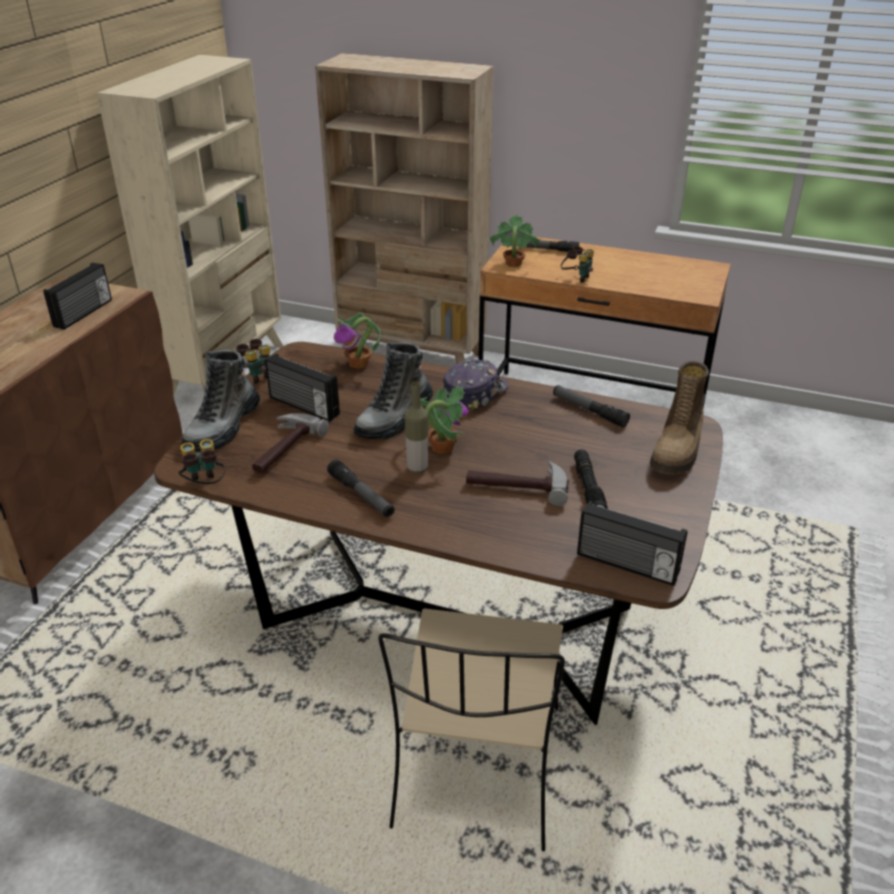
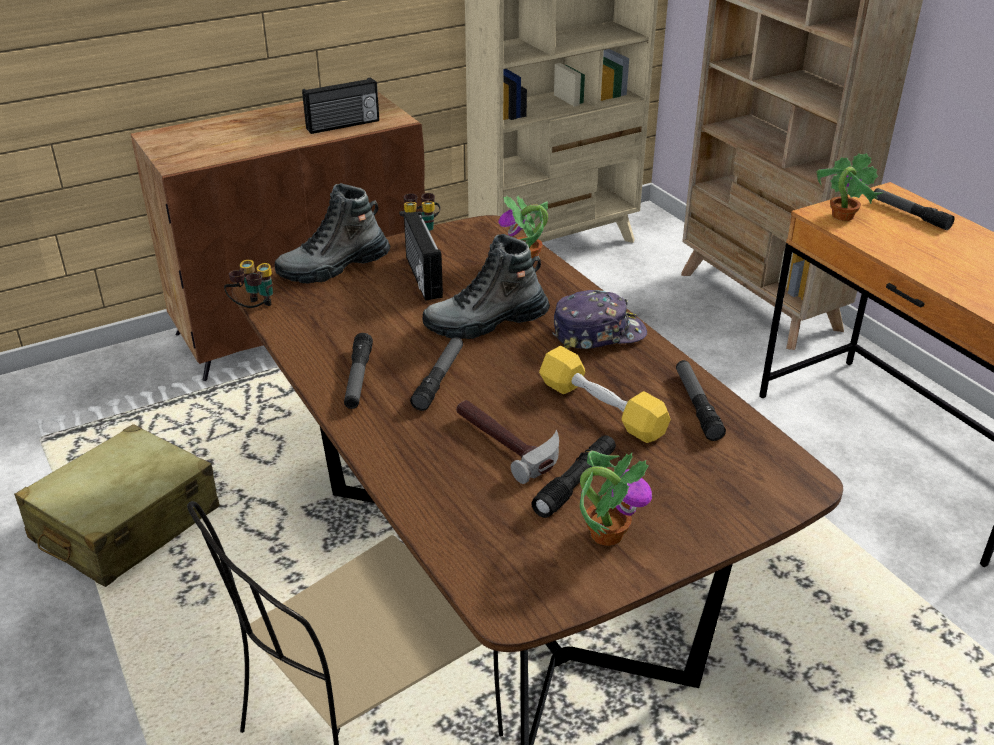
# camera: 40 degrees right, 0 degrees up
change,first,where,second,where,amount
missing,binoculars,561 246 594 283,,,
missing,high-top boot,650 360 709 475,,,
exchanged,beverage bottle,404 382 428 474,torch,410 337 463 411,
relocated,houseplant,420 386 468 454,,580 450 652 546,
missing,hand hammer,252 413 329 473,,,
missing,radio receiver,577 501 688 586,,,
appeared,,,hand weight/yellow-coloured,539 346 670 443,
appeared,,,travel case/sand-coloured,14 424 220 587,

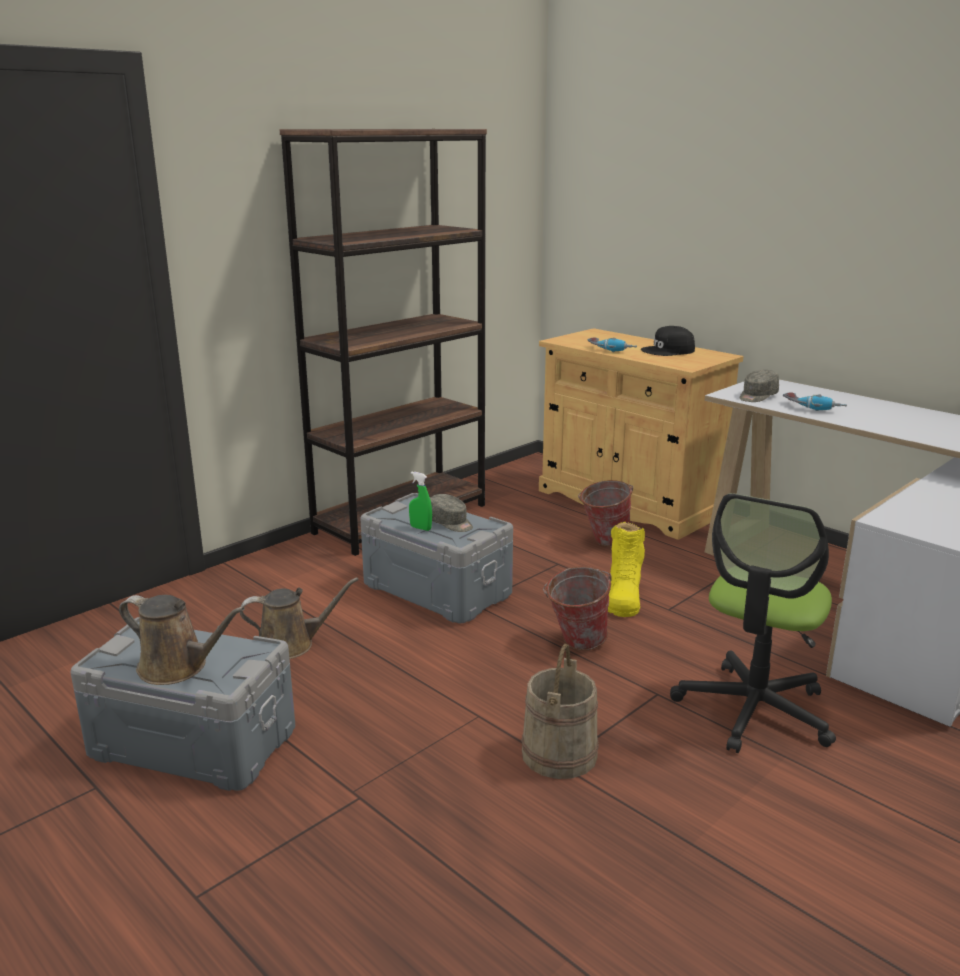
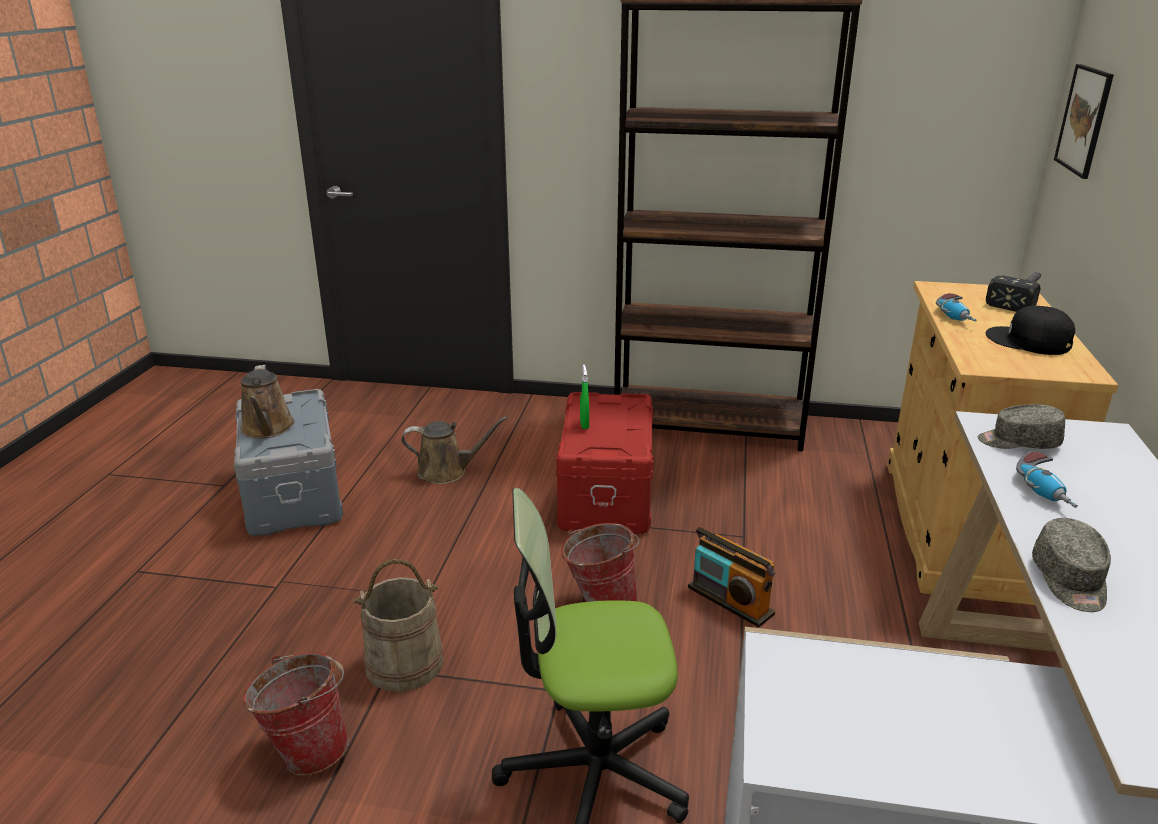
# camera: 55 degrees right, 5 degrees up
change,first,where,second,where,amount
relocated,water bucket,578 480 633 547,,242 652 349 776,
colour,storage box/greyish,360 493 513 623,storage box/reddish,556 392 653 535,
relocated,baseball cap/greyish,430 494 473 532,,1032 518 1111 612,
exchanged,high-top boot/yellow-coloured,608 522 645 617,radio receiver,688 527 775 627,
spun,watering pot/brown,240 577 358 659,,401 417 508 484,45 degrees counterclockwise
appeared,,,picture,1054 64 1114 179,
appeared,,,hand hammer,986 272 1041 312,

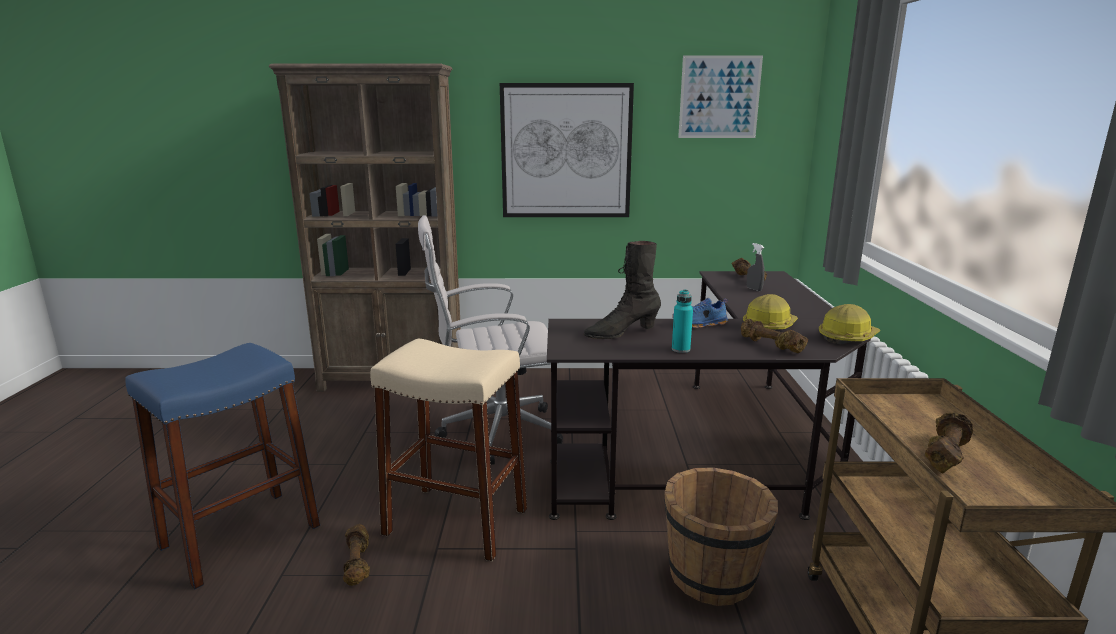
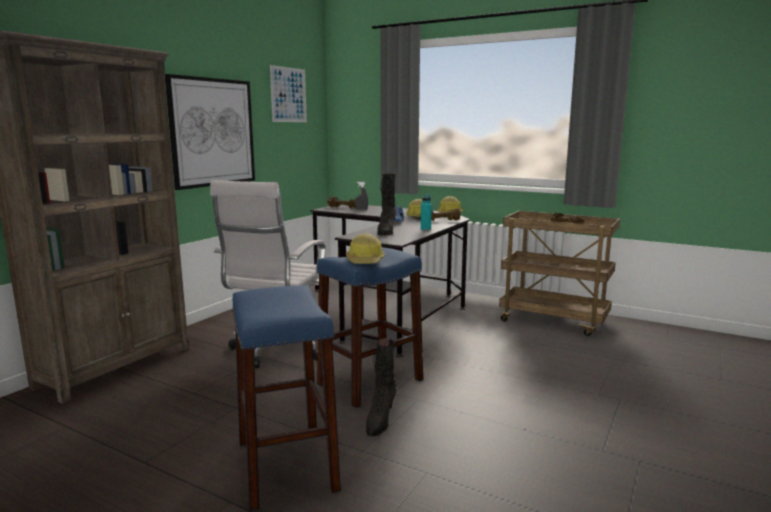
# camera: 60 degrees left, 5 degrees down
change,first,where,second,where,amount
colour,stool/sand-coloured,370 339 527 562,stool/blue-coloured,317 247 423 408,
missing,water bucket/brown,664 467 778 606,,,
exchanged,hand weight/brown,343 524 370 586,high-top boot/black,366 338 397 436,
appeared,,,safety helmet,346 233 385 264,

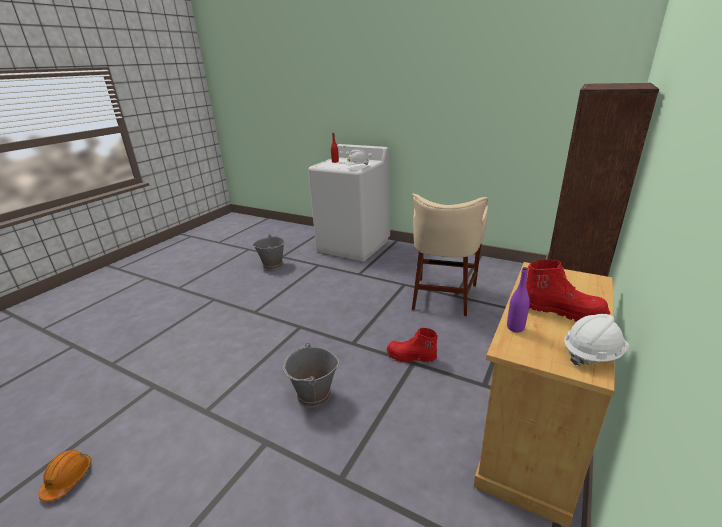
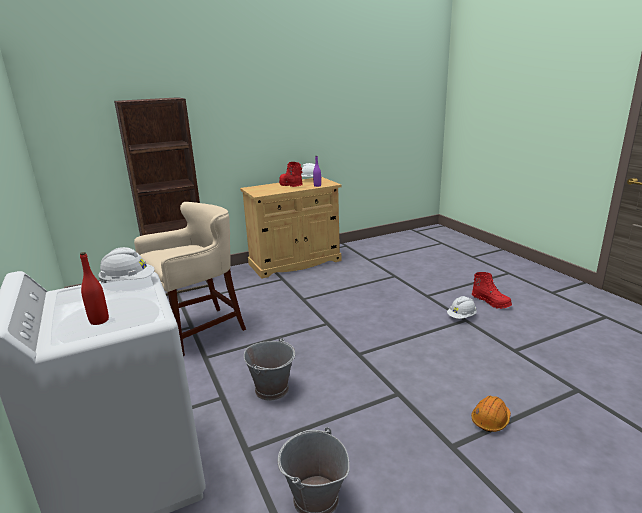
# camera: 145 degrees left, 5 degrees down
change,first,where,second,where,amount
relocated,high-top boot/reddish,387 328 438 362,,472 272 512 309,
relocated,water bucket/greyish,283 343 339 407,,244 337 295 400,
relocated,safety helmet/orangey,38 450 91 501,,471 396 511 432,
appeared,,,safety helmet/white-coloured,447 296 477 319,

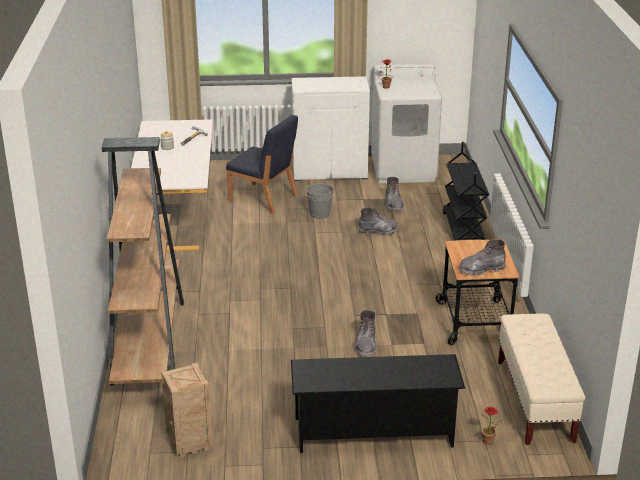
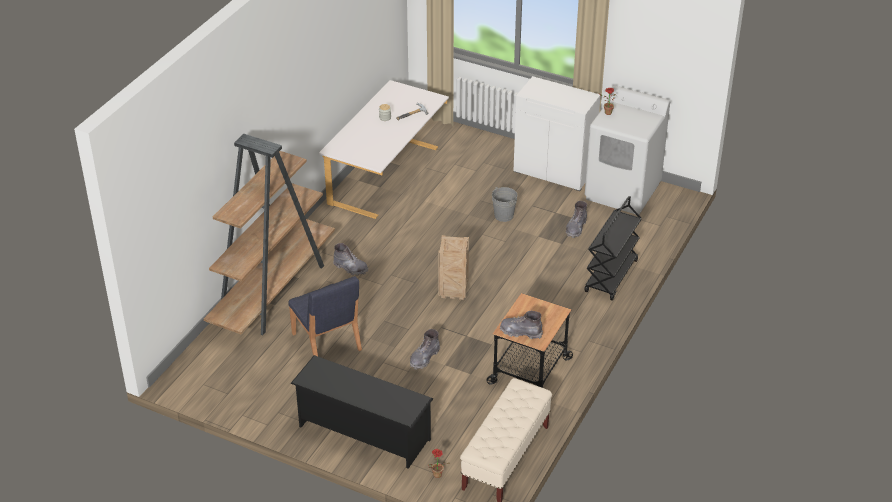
# camera: 30 degrees right, 10 degrees up
change,first,where,second,where,amount
relocated,plain chair/blue-coloured,226 115 298 214,,288 276 362 356,
relocated,high-top boot/greyish,358 208 398 236,,333 243 368 276,
relocated,shipping crate,161 362 213 458,,438 235 469 300,

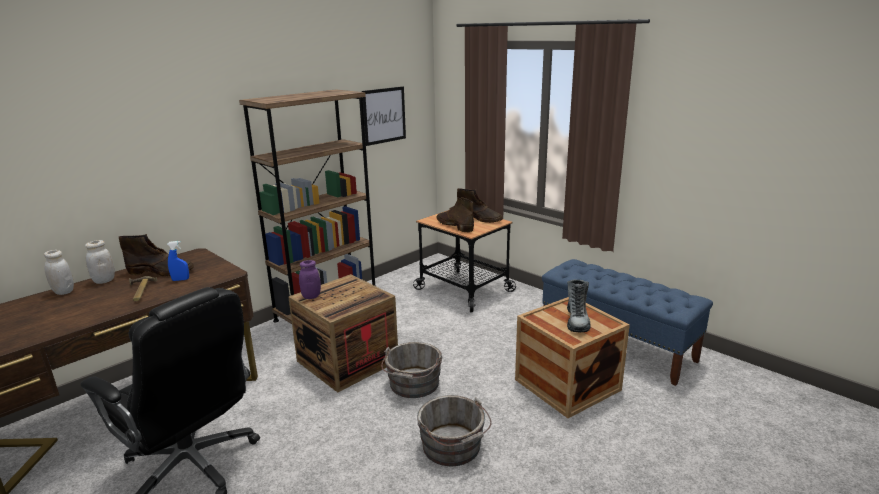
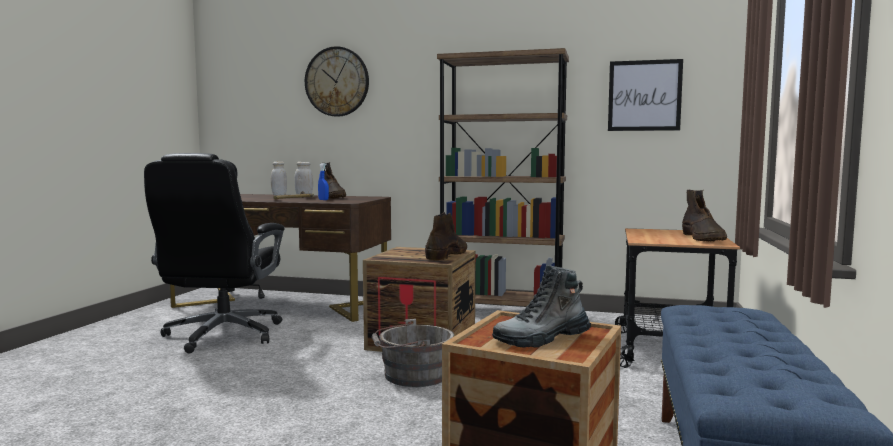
# camera: 60 degrees right, 15 degrees down
change,first,where,second,where,amount
relocated,high-top boot/brown,436 197 474 233,,425 212 467 260,
missing,preserve jar/purple,299 260 321 299,,,
missing,water bucket/greyish,417 395 492 466,,,
appeared,,,wall clock,305 46 369 117,

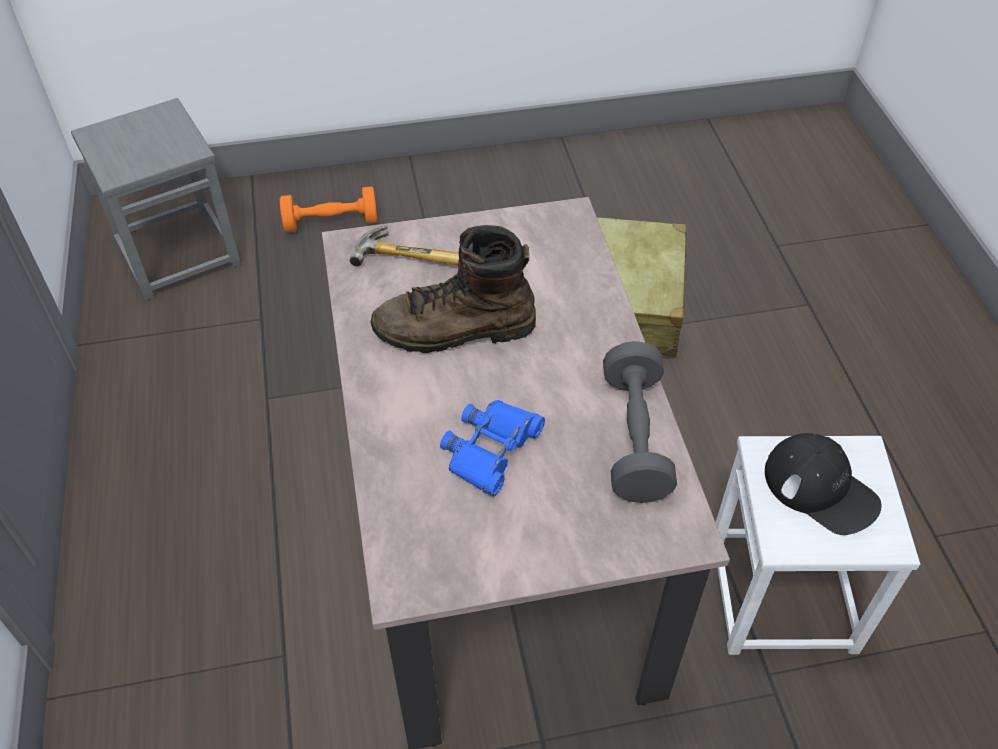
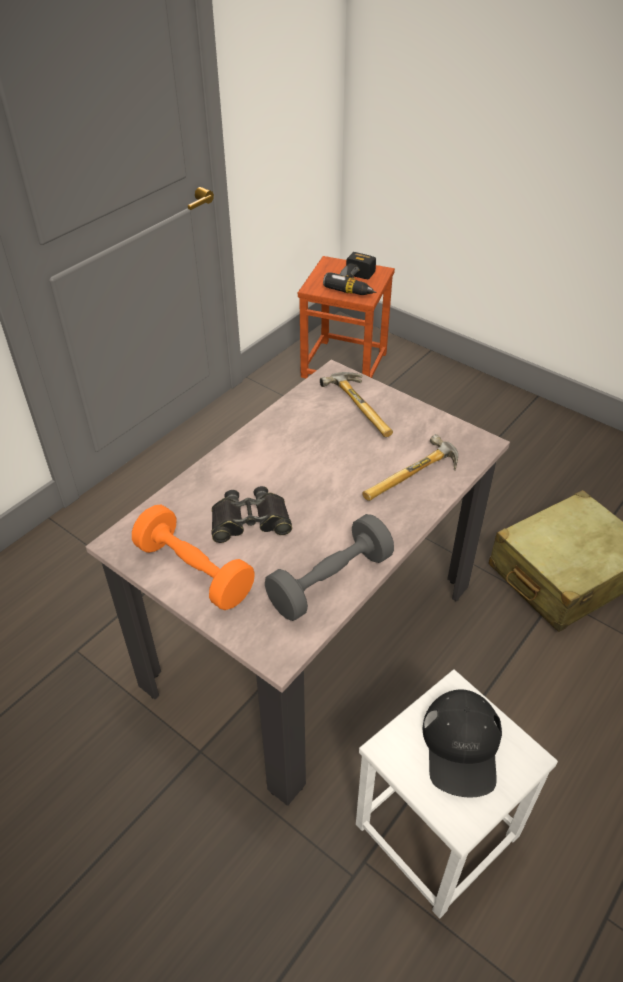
# camera: 50 degrees right, 5 degrees down
change,first,where,second,where,amount
colour,stool/greyish,71 98 241 300,stool/brown,298 256 395 378,
relocated,hand weight/orangey,280 186 377 232,,132 505 255 610,
missing,high-top boot/brown,371 225 536 353,,,
colour,binoculars/blue-coloured,440 400 545 497,binoculars/black,211 486 292 543,
appeared,,,drill,323 252 376 295,
appeared,,,hand hammer,362 434 458 501,

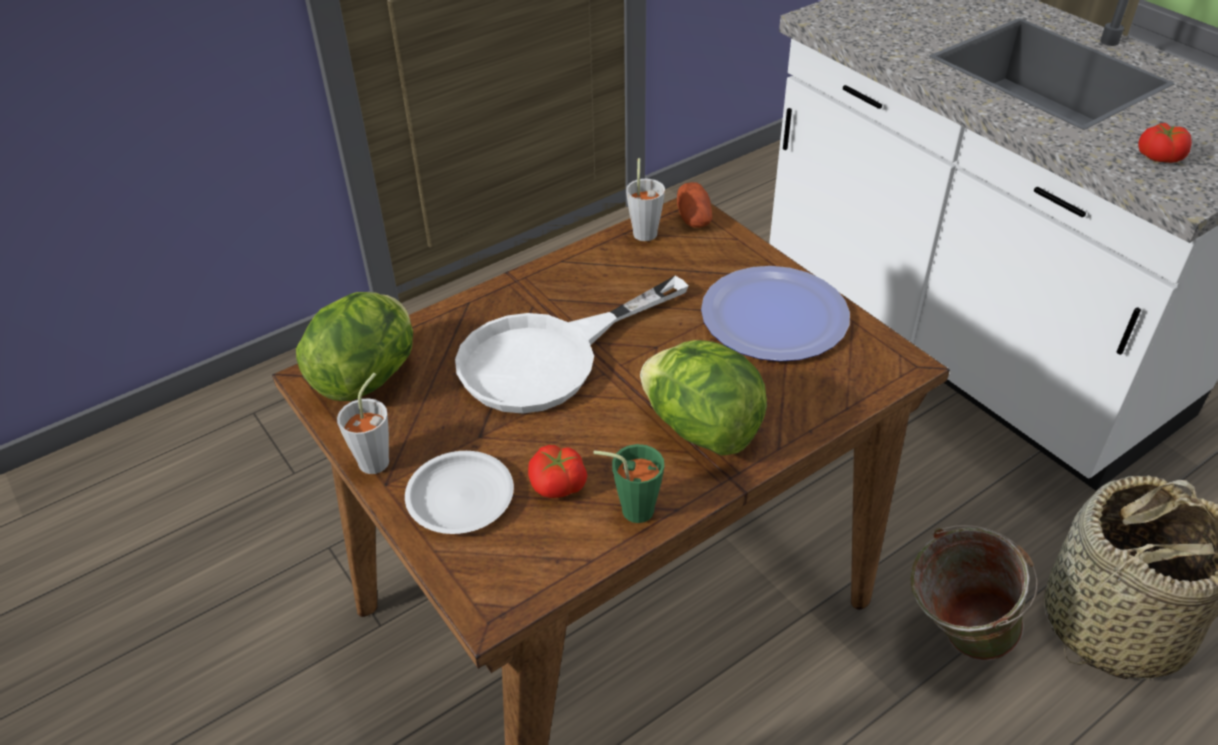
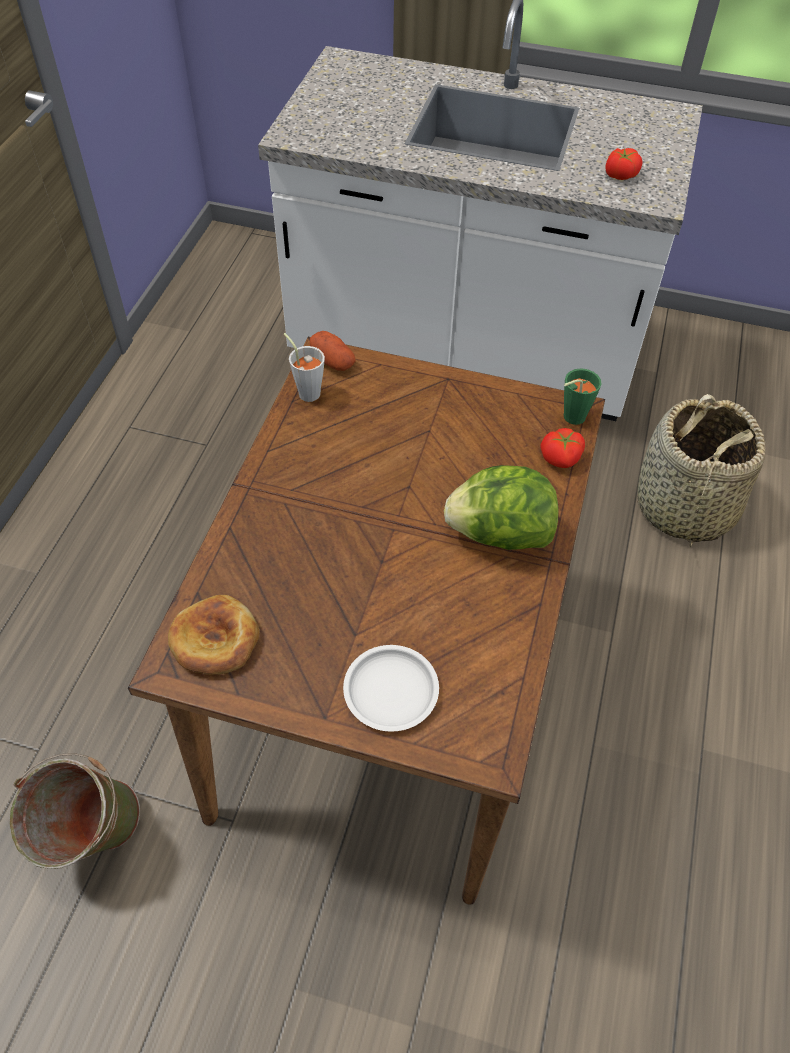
# camera: 40 degrees left, 10 degrees up
change,first,where,second,where,amount
missing,dinner plate,701 266 850 361,,,
missing,pan/white-coloured,455 276 689 413,,,
exchanged,lettuce,296 292 413 401,bakery bread,168 595 260 675,
missing,drinking cup/greyish,337 373 389 474,,,
relocated,drinking cup/green,593 444 664 523,,564 368 602 425,
relocated,tomato,528 445 587 498,,540 428 585 468,
relocated,water bucket/green,910 525 1038 661,,10 753 140 869,

